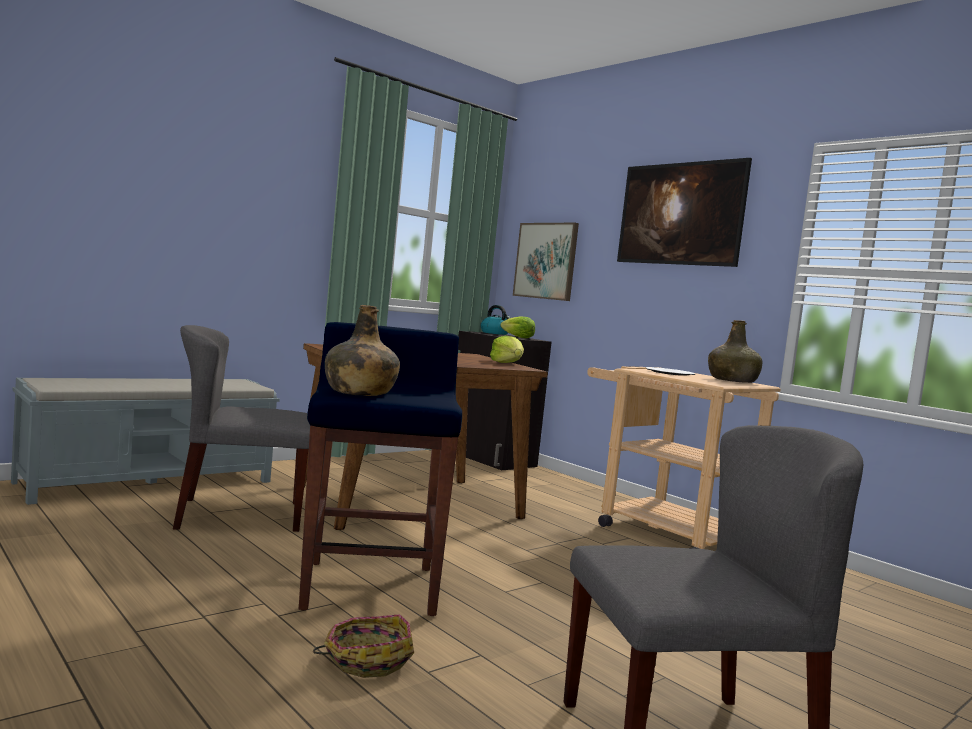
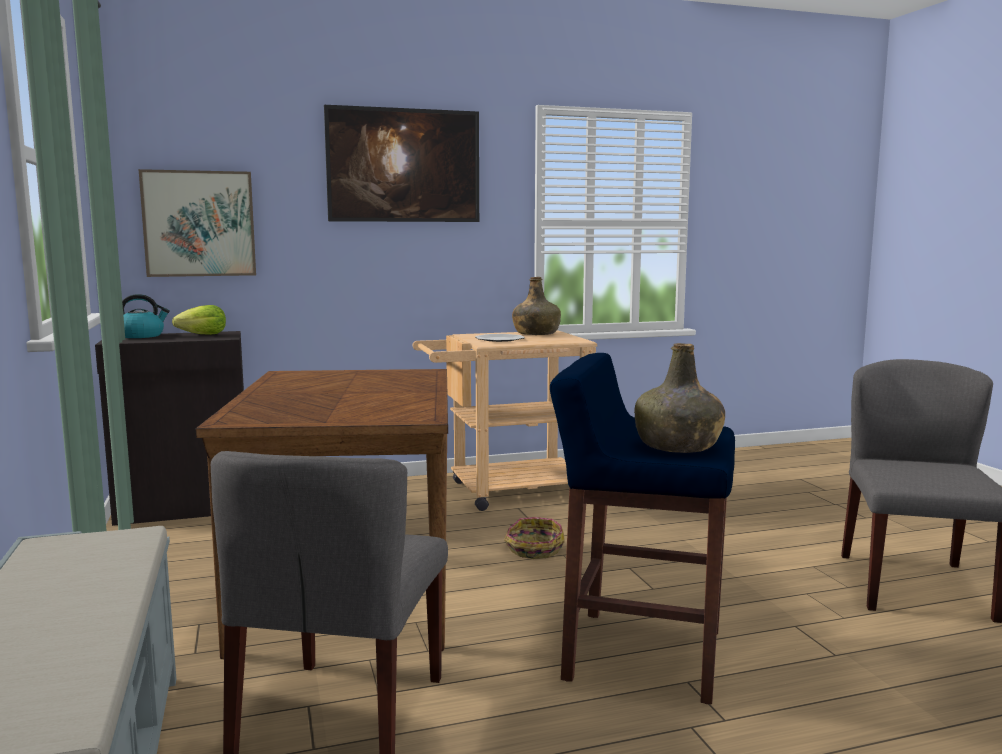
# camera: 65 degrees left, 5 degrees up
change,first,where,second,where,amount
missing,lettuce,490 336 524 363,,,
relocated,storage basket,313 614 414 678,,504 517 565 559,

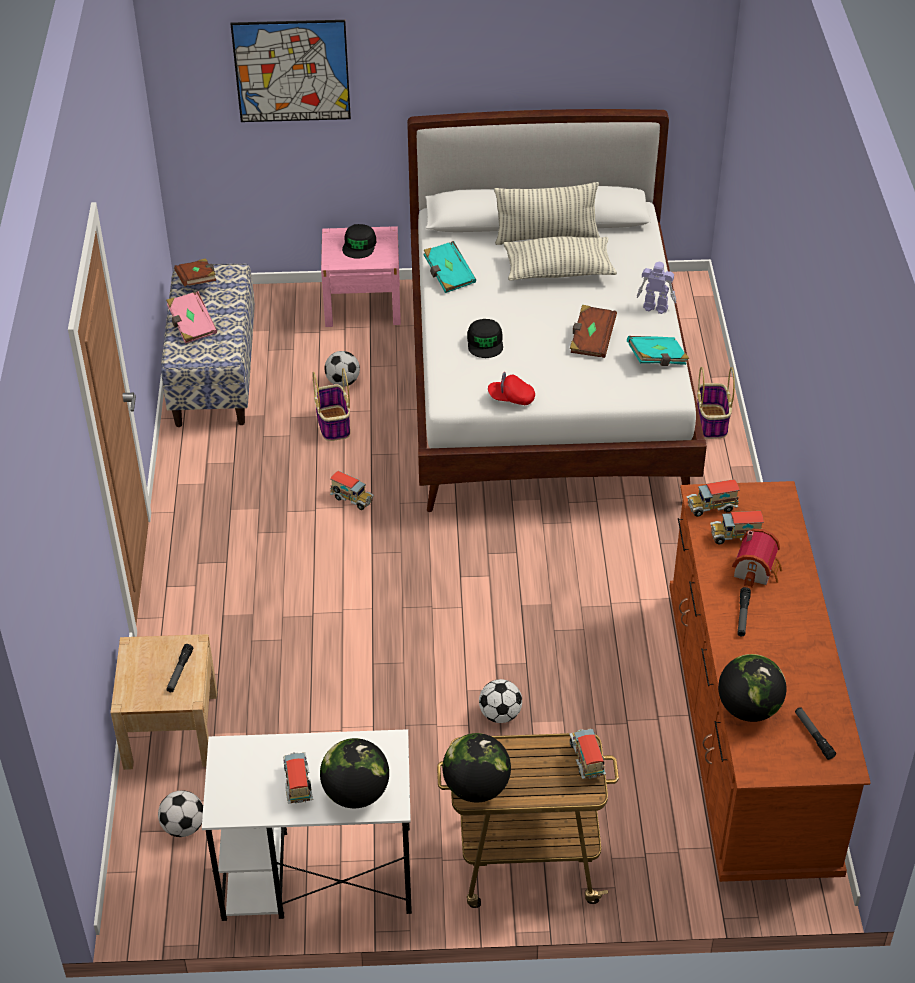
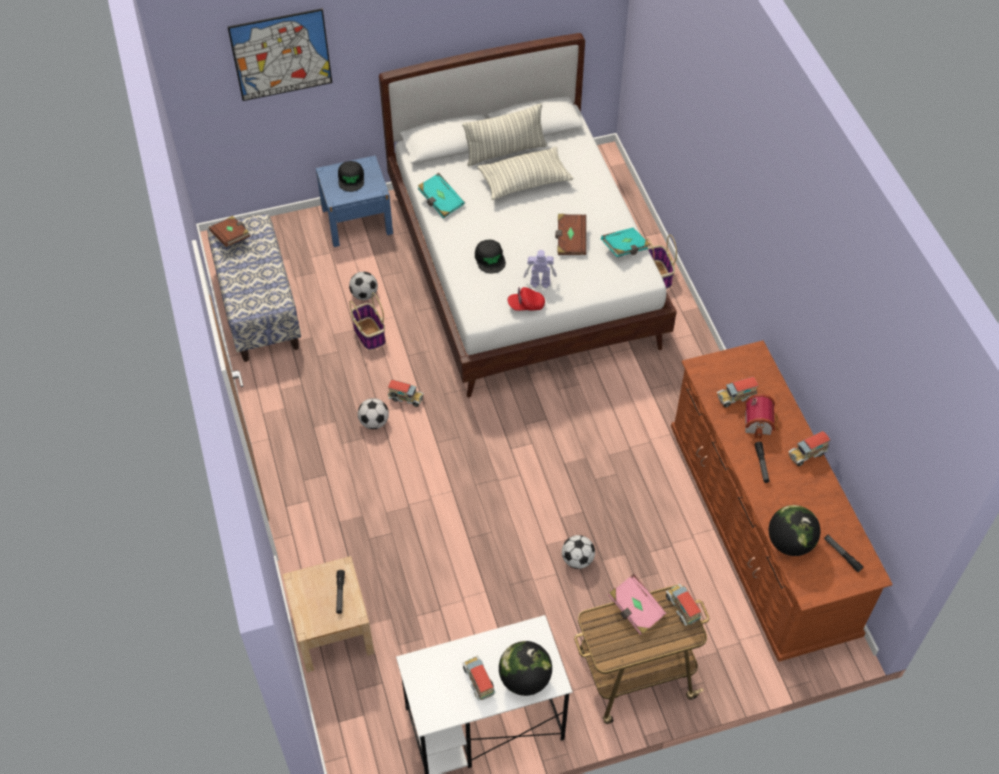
# camera: 15 degrees left, 10 degrees up
change,first,where,second,where,amount
colour,bedside table/pink-coloured,321 226 401 327,bedside table/blue-coloured,316 155 393 247,
relocated,model robot,637 262 676 314,,524 250 557 288,
relocated,book/pink-coloured,166 291 217 344,,608 574 666 635,
relocated,toy lorry,686 479 740 517,,788 431 831 466,
missing,world globe,442 733 511 802,,,
relocated,football,158 790 203 837,,358 398 389 429,

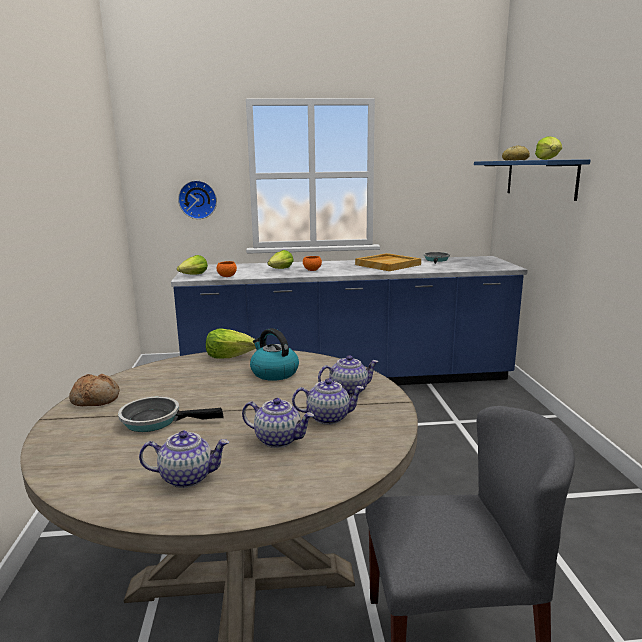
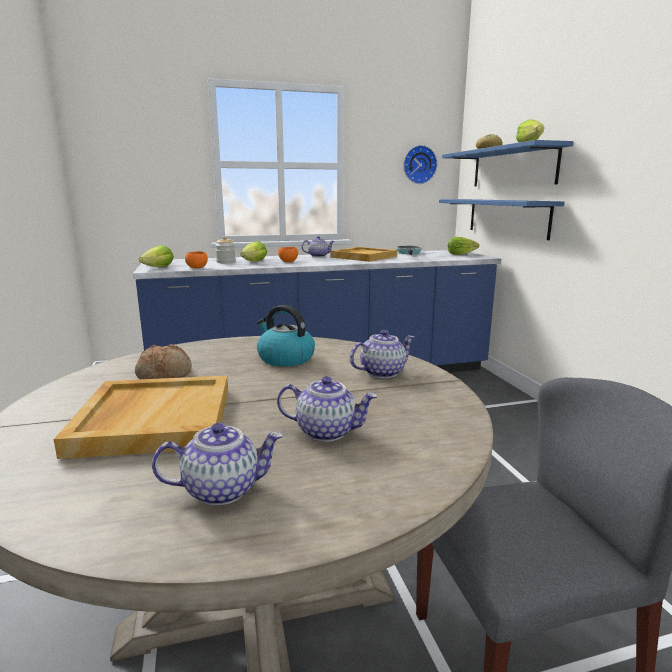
# camera: 10 degrees left, 0 degrees up
change,first,where,second,where,amount
relocated,wall clock,178 180 217 219,,403 145 437 184,
relocated,lettuce,206 329 256 358,,448 237 479 255,
relocated,bakery bread,69 374 120 406,,135 344 192 379,
relocated,teapot,292 378 364 425,,302 236 335 257,
exchanged,pan,118 396 224 432,tray/sand-coloured,54 376 228 459,
appeared,,,shelf/blue-coloured,439 199 565 240,
appeared,,,preserve jar,215 236 236 263,

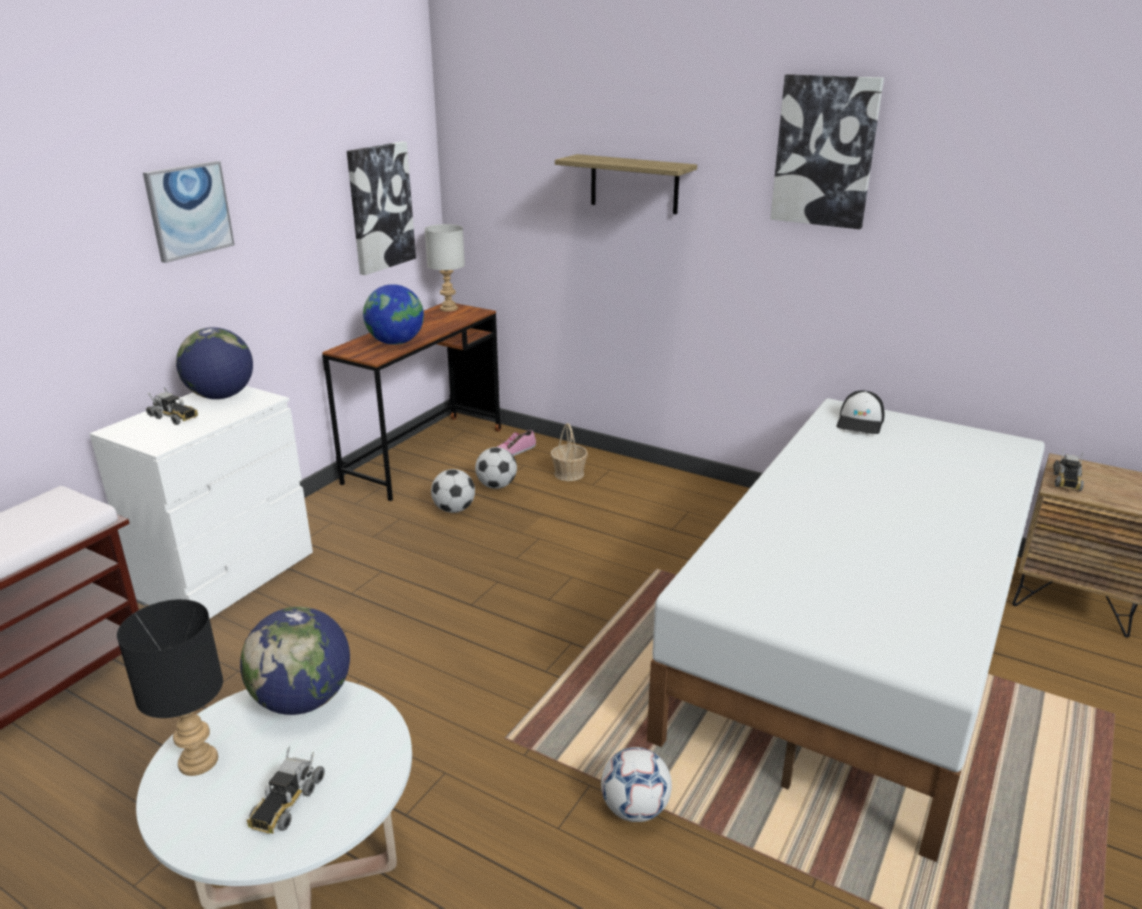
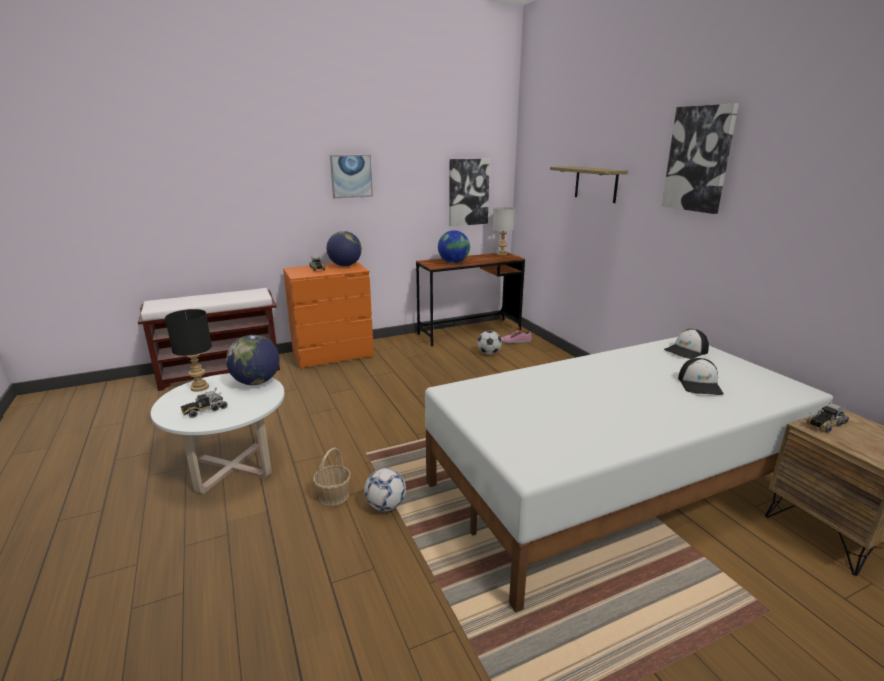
# camera: 35 degrees right, 5 degrees down
change,first,where,second,where,amount
colour,dresser/white-coloured,89 386 313 619,dresser/orangey,283 262 374 369,
relocated,storage basket,551 423 588 481,,313 448 351 506,
missing,football,431 469 475 513,,,
appeared,,,baseball cap,678 358 724 395,

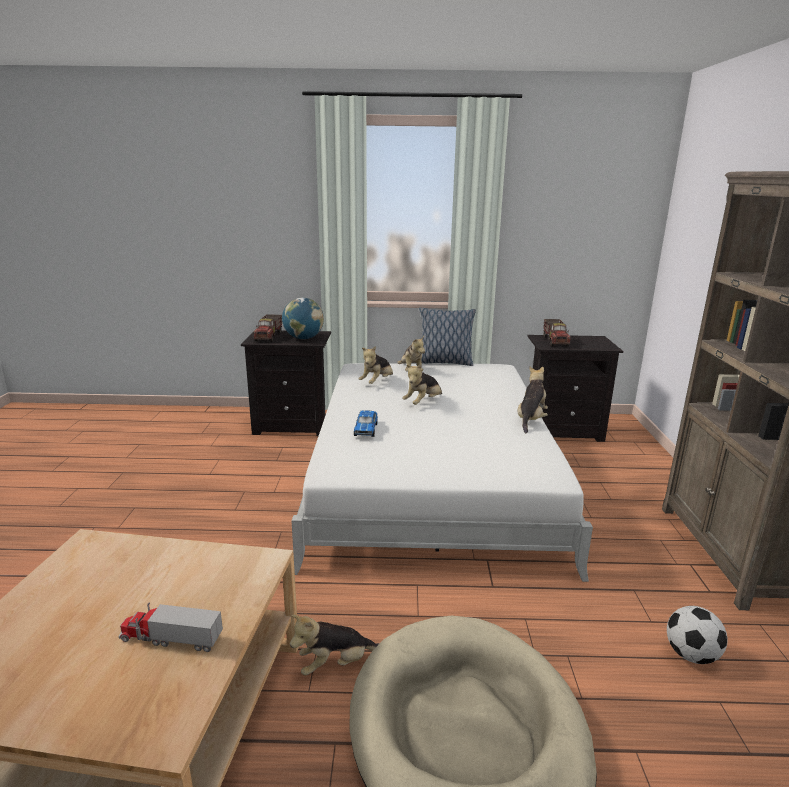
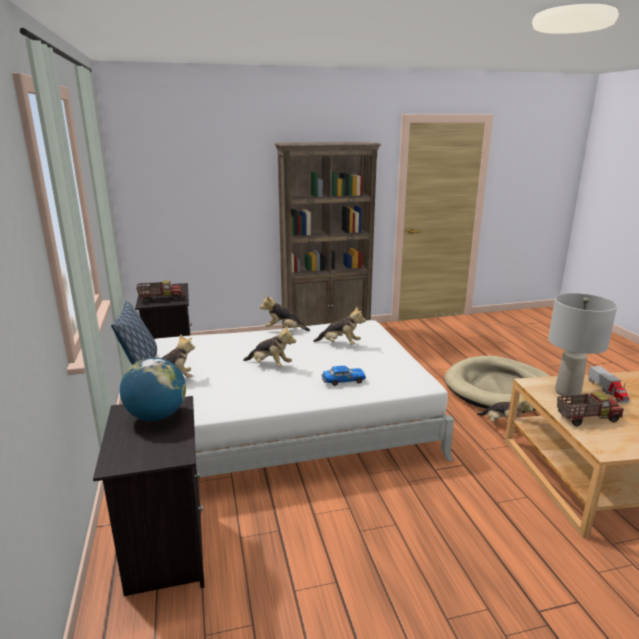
# camera: 105 degrees left, 0 degrees up
change,first,where,second,where,amount
relocated,toy lorry,254 314 282 342,,557 392 624 426,
relocated,plush toy,359 346 393 384,,313 306 366 345,
missing,football,667 606 728 664,,,
appeared,,,lamp for a table/greyish,548 293 617 398,

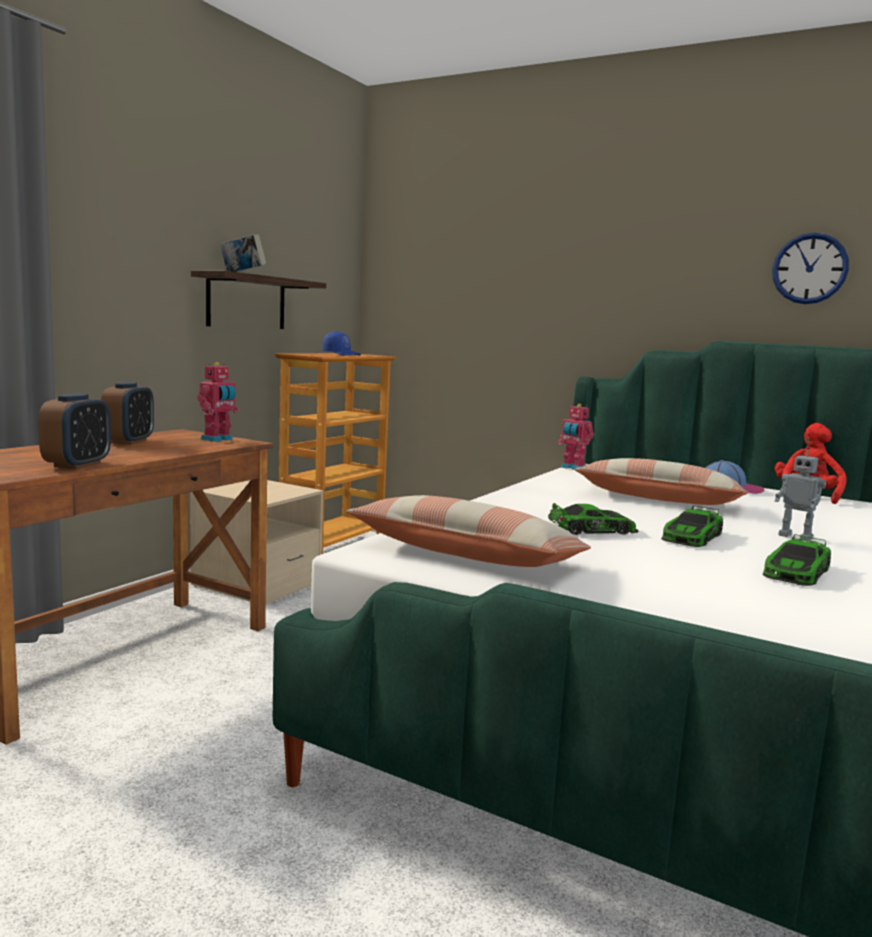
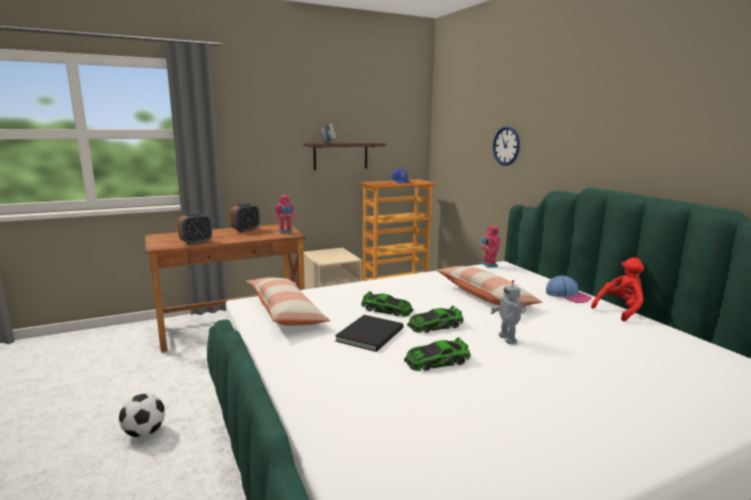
# camera: 35 degrees right, 5 degrees up
change,first,where,second,where,amount
relocated,wall clock,772 233 849 304,,493 126 520 166,
appeared,,,book/black,335 315 404 352,
appeared,,,football,119 393 165 437,

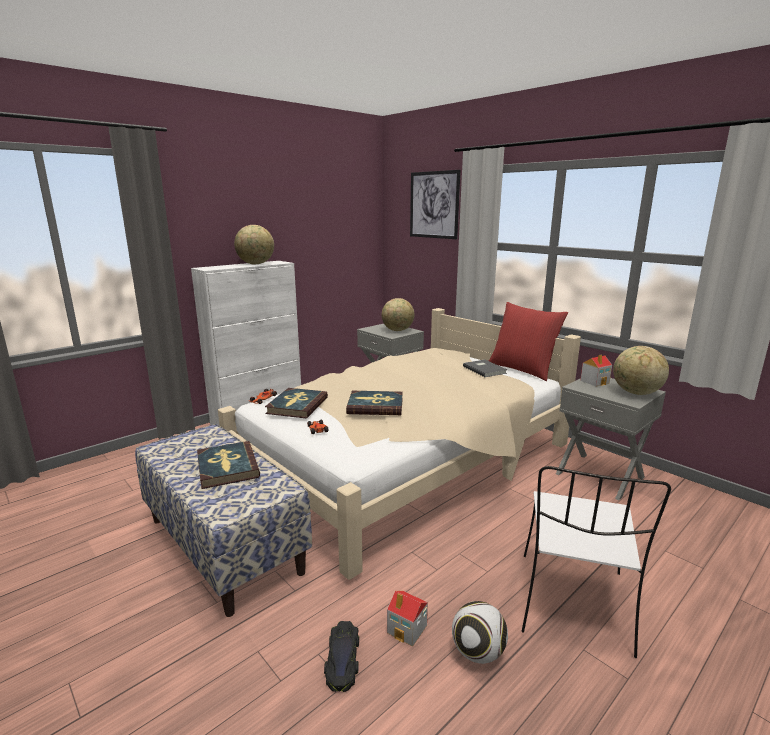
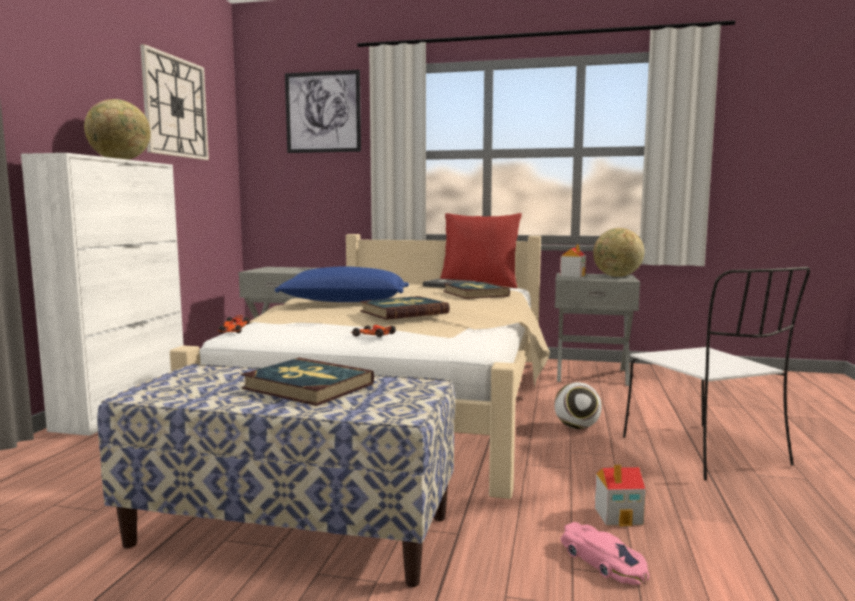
# camera: 35 degrees left, 10 degrees down
change,first,where,second,where,amount
missing,world globe,382 298 415 331,,,
relocated,book,265 388 328 418,,443 282 510 299,
relocated,football,452 601 508 664,,554 382 602 429,
colour,model car/black,324 621 359 692,model car/pink-coloured,560 522 649 585,
appeared,,,wall clock,140 44 209 160,
appeared,,,pillow/blue-coloured,275 266 409 302,

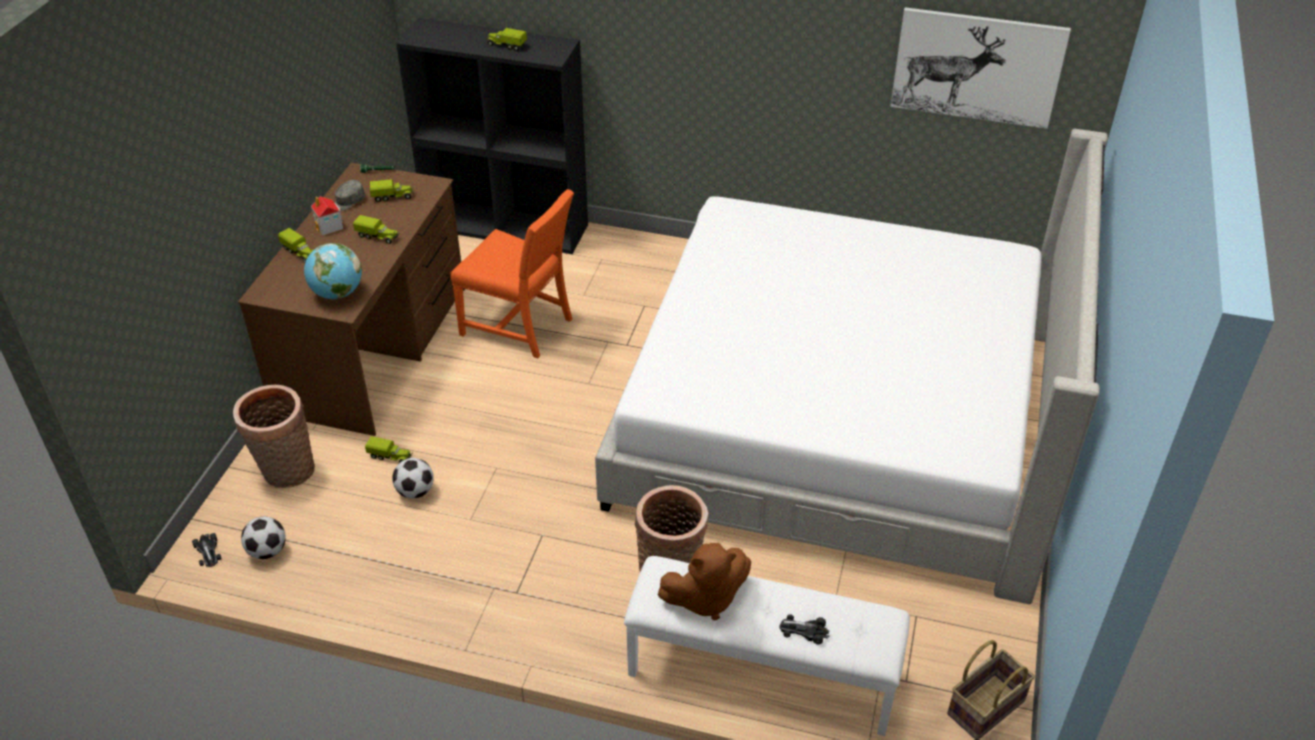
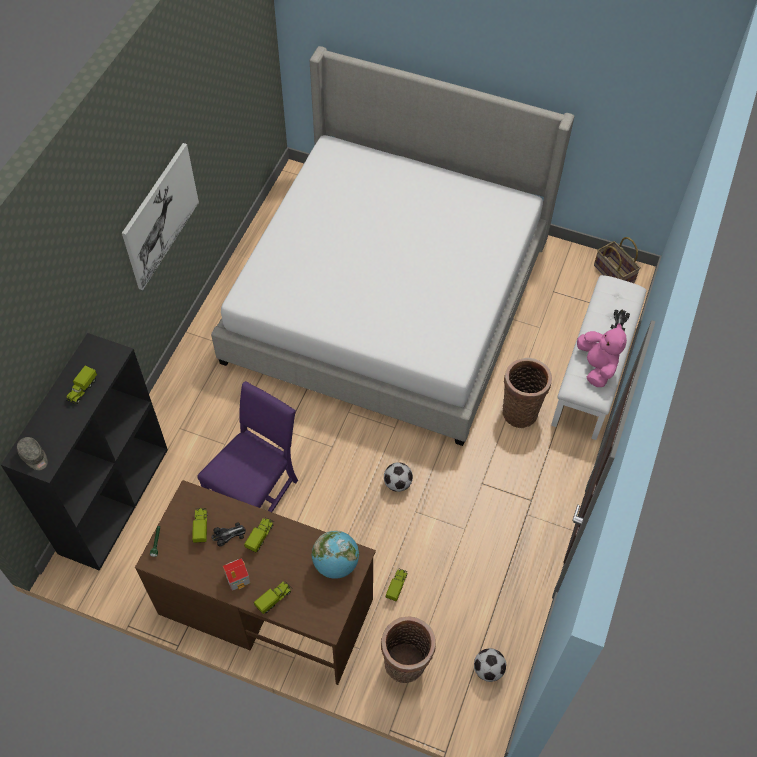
# camera: 85 degrees left, 15 degrees up
change,first,where,second,where,amount
relocated,picture,890 7 1071 129,,122 143 199 290,
relocated,baseball cap/greyish,335 180 365 211,,17 437 48 470,
colour,plain chair/orangey,450 189 574 358,plain chair/purple,197 381 298 512,
relocated,football,392 458 434 499,,384 462 413 492,
relocated,model car,192 533 222 567,,211 522 246 546,
colour,plush toy/brown,658 543 751 621,plush toy/pink-coloured,577 323 627 387,

